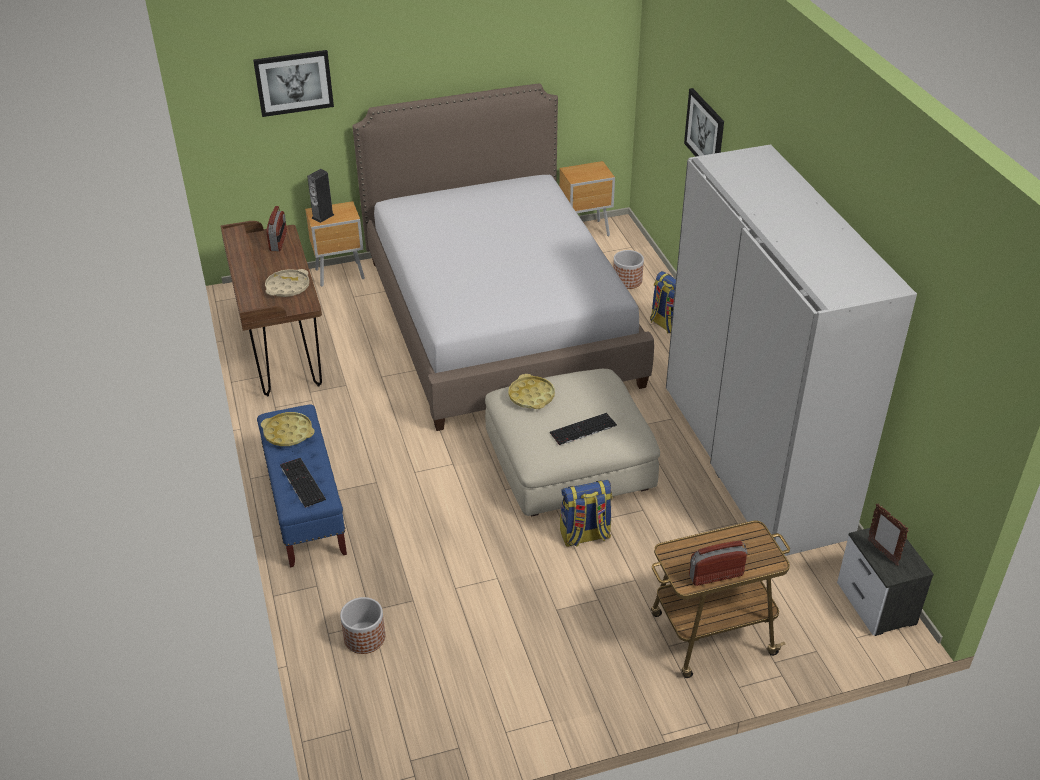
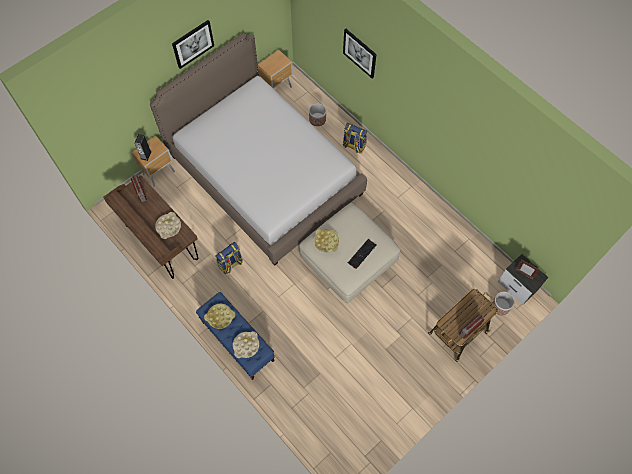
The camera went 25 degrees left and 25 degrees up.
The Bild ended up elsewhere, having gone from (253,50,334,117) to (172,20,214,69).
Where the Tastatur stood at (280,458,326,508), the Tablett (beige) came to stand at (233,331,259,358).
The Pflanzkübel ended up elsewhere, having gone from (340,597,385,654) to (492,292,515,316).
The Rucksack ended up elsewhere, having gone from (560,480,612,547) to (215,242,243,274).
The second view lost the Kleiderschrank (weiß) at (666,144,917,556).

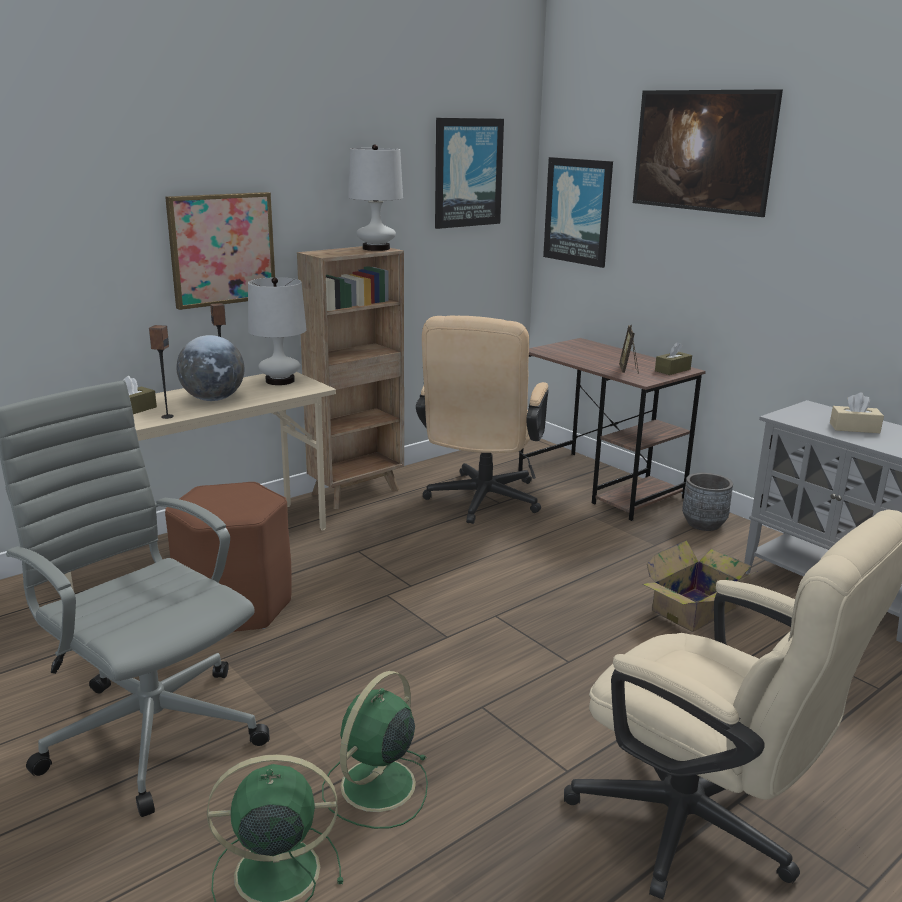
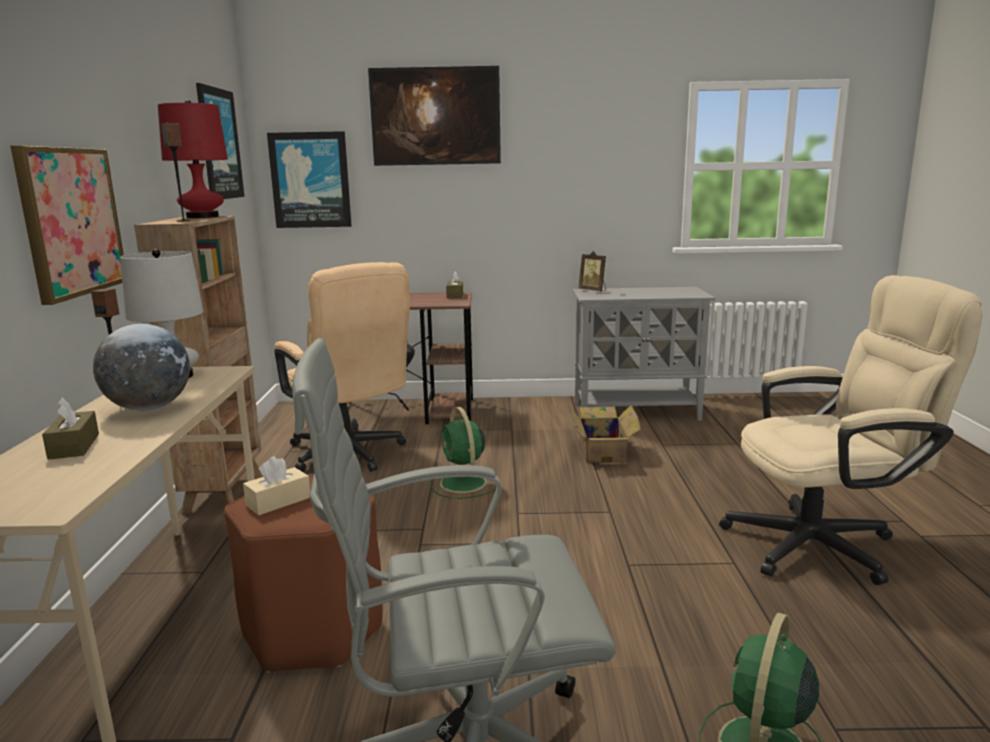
The camera went 50 degrees left and 5 degrees down.
The Lautsprecher ended up elsewhere, having gone from (149,325,174,419) to (161,123,190,222).
The Ventilator (grün) ended up elsewhere, having gone from (322,671,428,829) to (430,407,496,499).
What was the Tischlampe (weiß) at (348,144,403,251) turned into the Tischlampe (rot) at (158,100,228,218).
The Bilderrahmen ended up elsewhere, having gone from (619,324,639,374) to (579,251,606,291).
The second view lost the Pflanzkübel (grau) at (682,472,733,531).
The Taschentuchbox (beige) ended up elsewhere, having gone from (830,393,884,433) to (243,456,310,515).

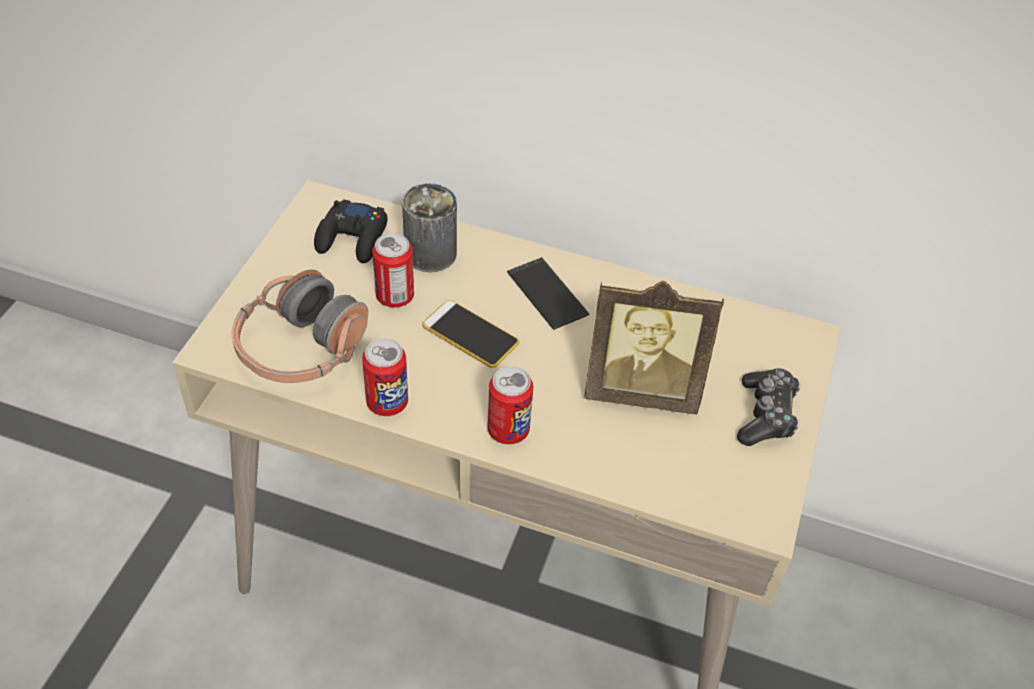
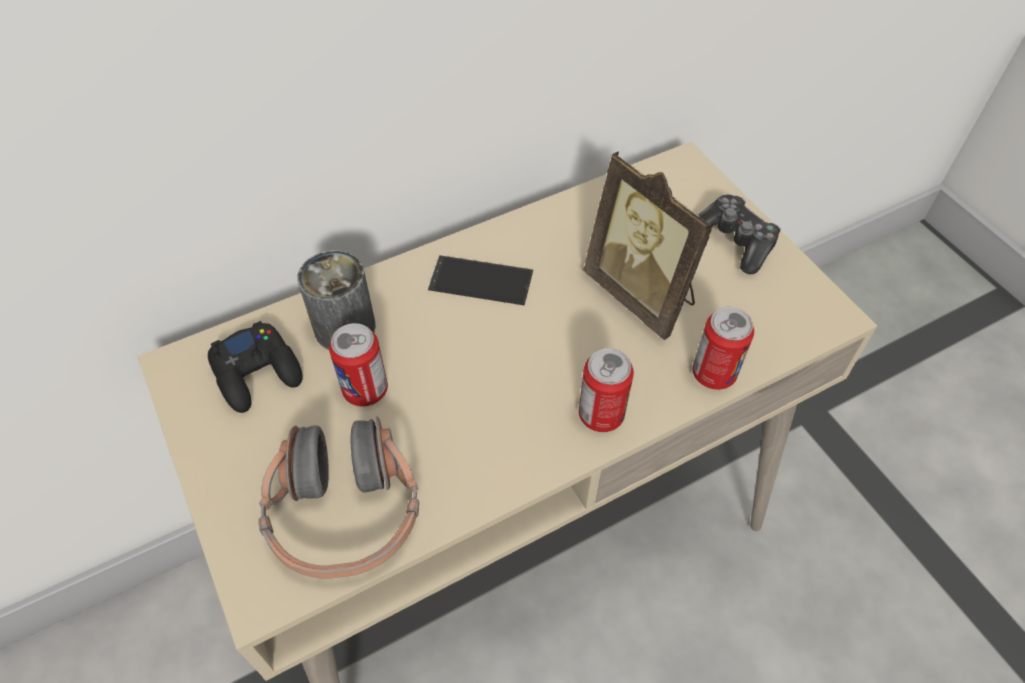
The camera went 45 degrees left and 5 degrees up.
The Dose ended up elsewhere, having gone from (362,338,408,416) to (692,307,754,390).
The second view lost the Handy at (422,300,519,368).
The Bilderrahmen at (584,281,724,414) ended up facing another way, 90 degrees clockwise from before.

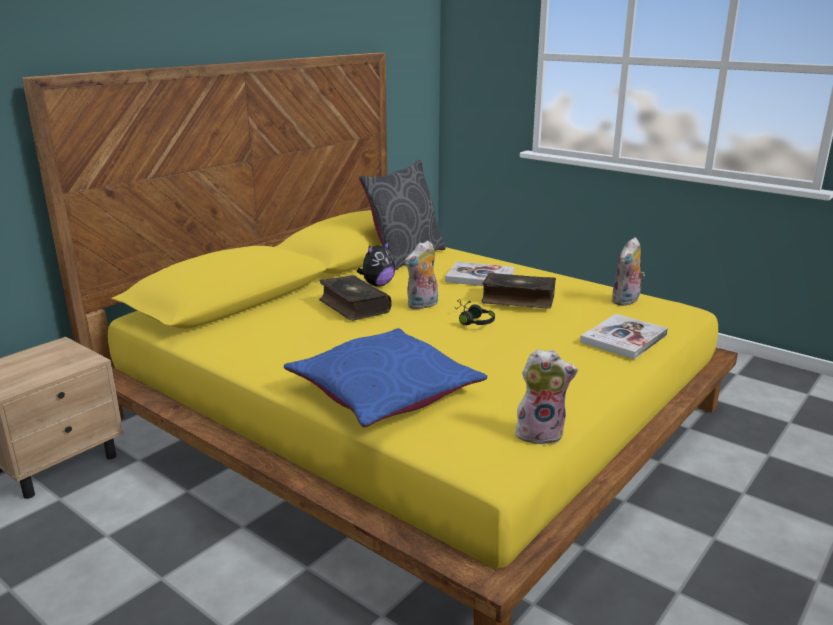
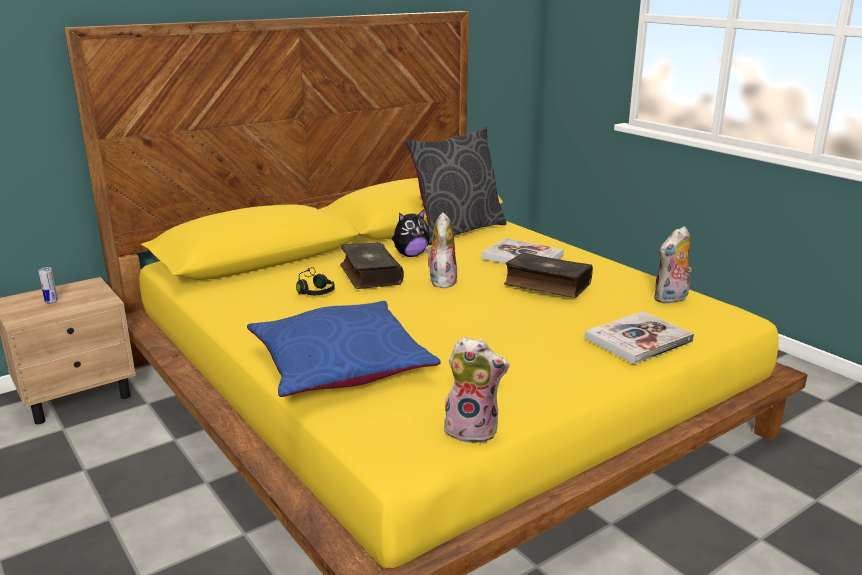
The camera went 15 degrees right and 0 degrees up.
The Plüschtier at (405,240,438,309) ended up facing another way, 120 degrees clockwise from before.
The Kopfhörer (schwarz) ended up elsewhere, having gone from (455,299,495,325) to (296,267,335,295).
The second view gained the Dose at (38,267,58,304).

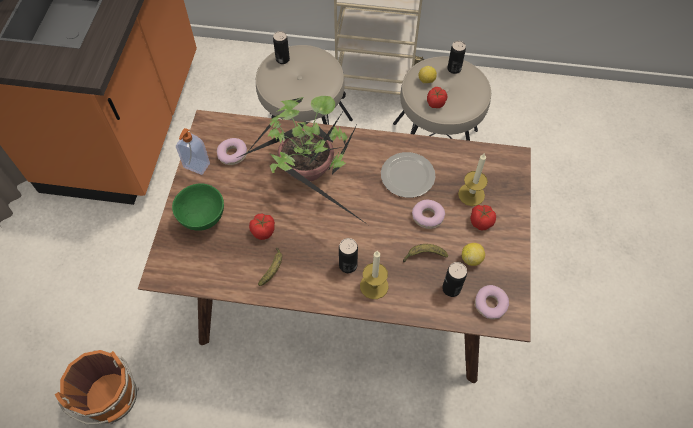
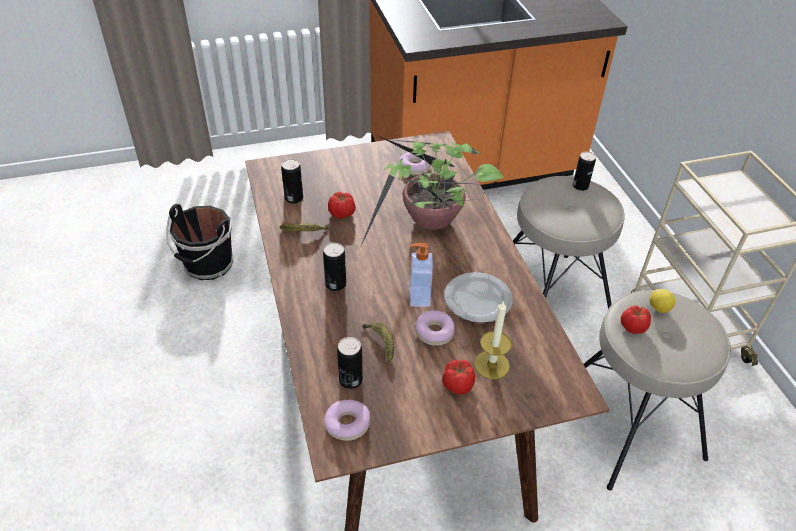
The camera went 65 degrees right and 15 degrees down.
What was the Eimer (orange) at (55,350,139,425) turned into the Eimer (schwarz) at (166,204,233,280).
The second view lost the Schüssel (grün) at (172,184,224,231).
The Seifenspender ended up elsewhere, having gone from (176,128,210,175) to (410,243,433,307).
The second view lost the Kerze at (360,251,388,299).
The Dose ended up elsewhere, having gone from (447,41,466,74) to (281,159,303,204).
The second view lost the Zitrone at (462,243,485,266).

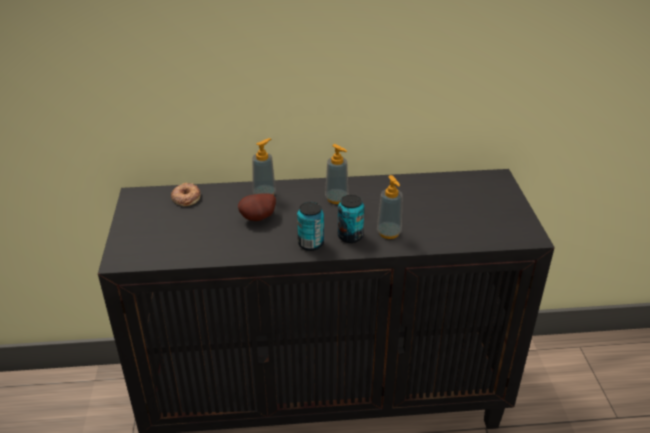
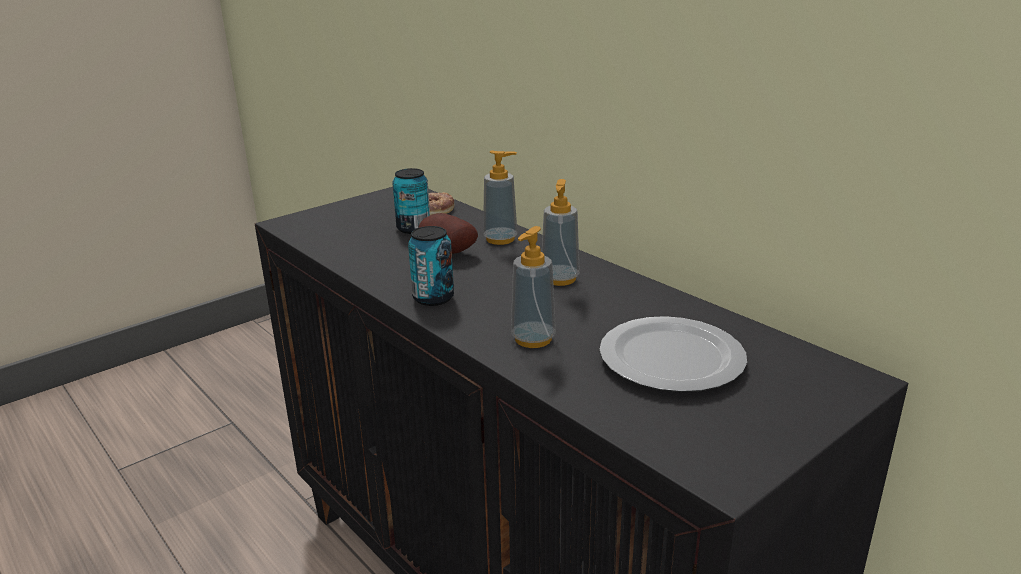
The camera went 55 degrees right and 10 degrees down.
The Dose ended up elsewhere, having gone from (338,195,365,243) to (392,168,430,234).
The second view gained the Teller at (600,316,747,392).

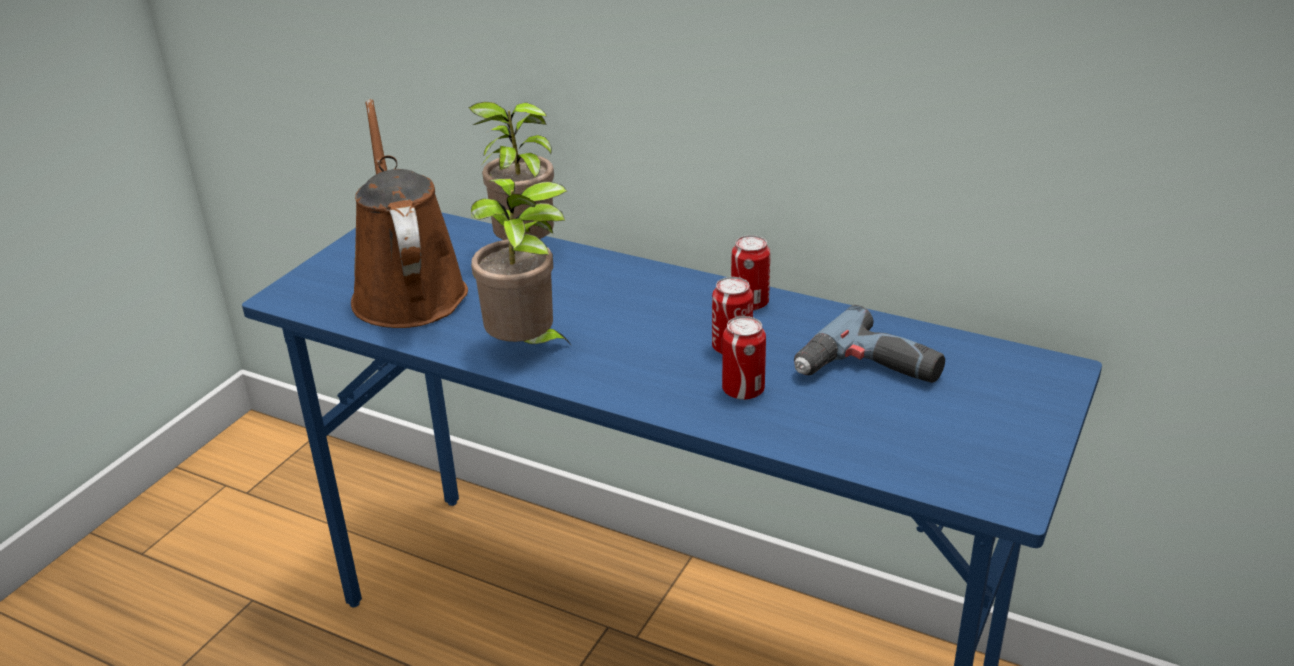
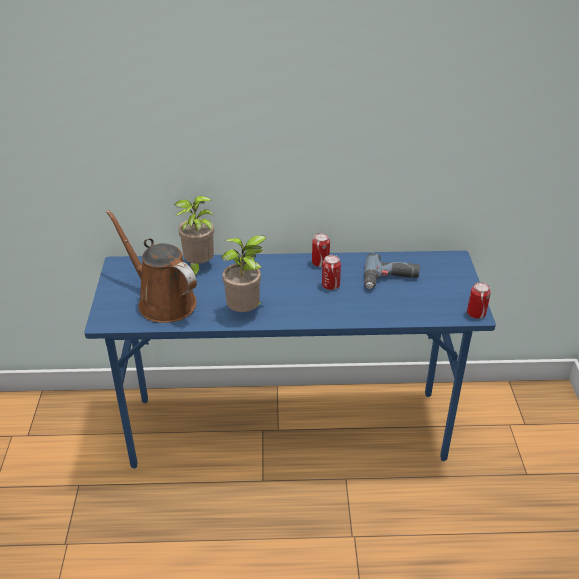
The camera went 30 degrees left and 5 degrees up.
The Dose ended up elsewhere, having gone from (722,316,766,400) to (467,282,491,319).

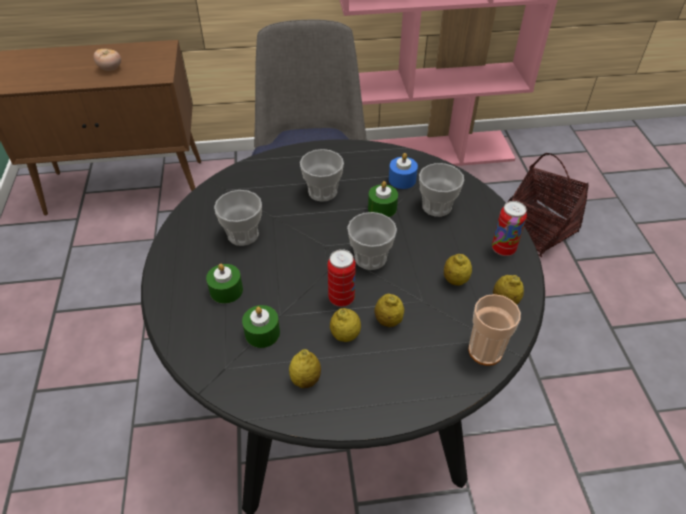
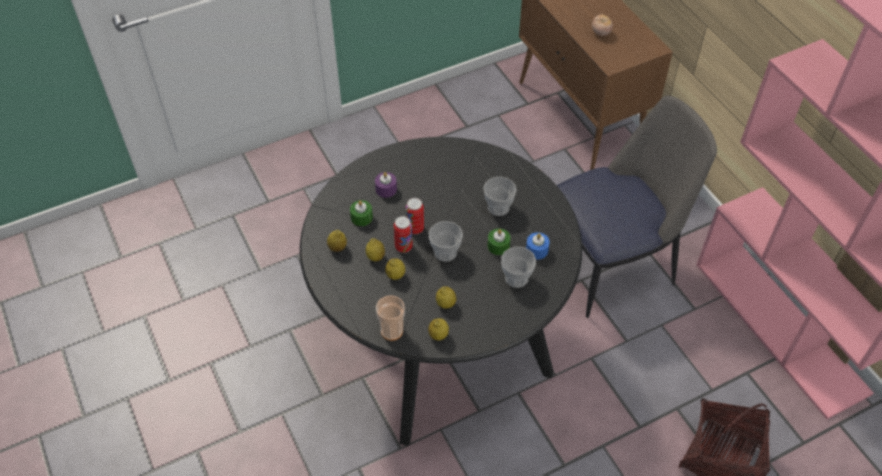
The camera went 70 degrees right and 5 degrees up.
What was the Kerze (grün) at (206,264,243,304) turned into the Kerze (lila) at (375,172,397,198).
The second view lost the Tasse at (214,190,262,246).
The Dose ended up elsewhere, having gone from (492,201,527,256) to (406,198,424,234).

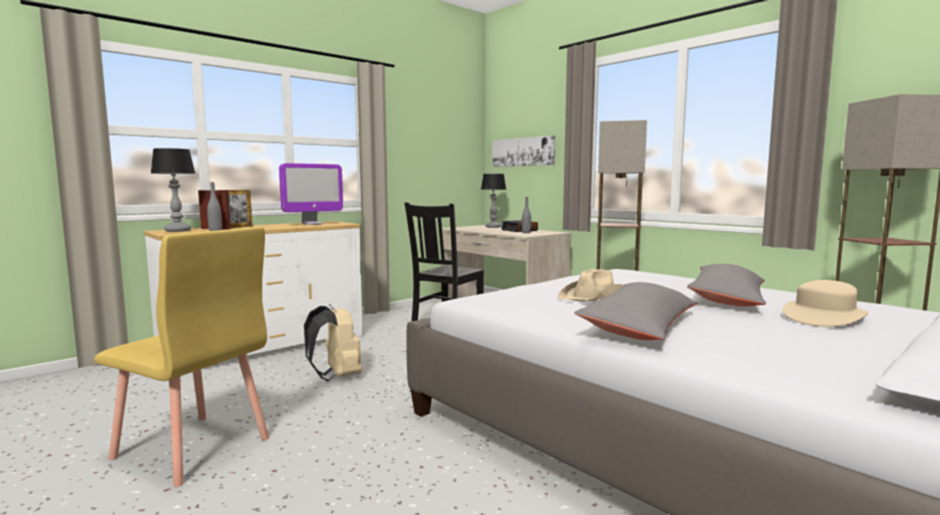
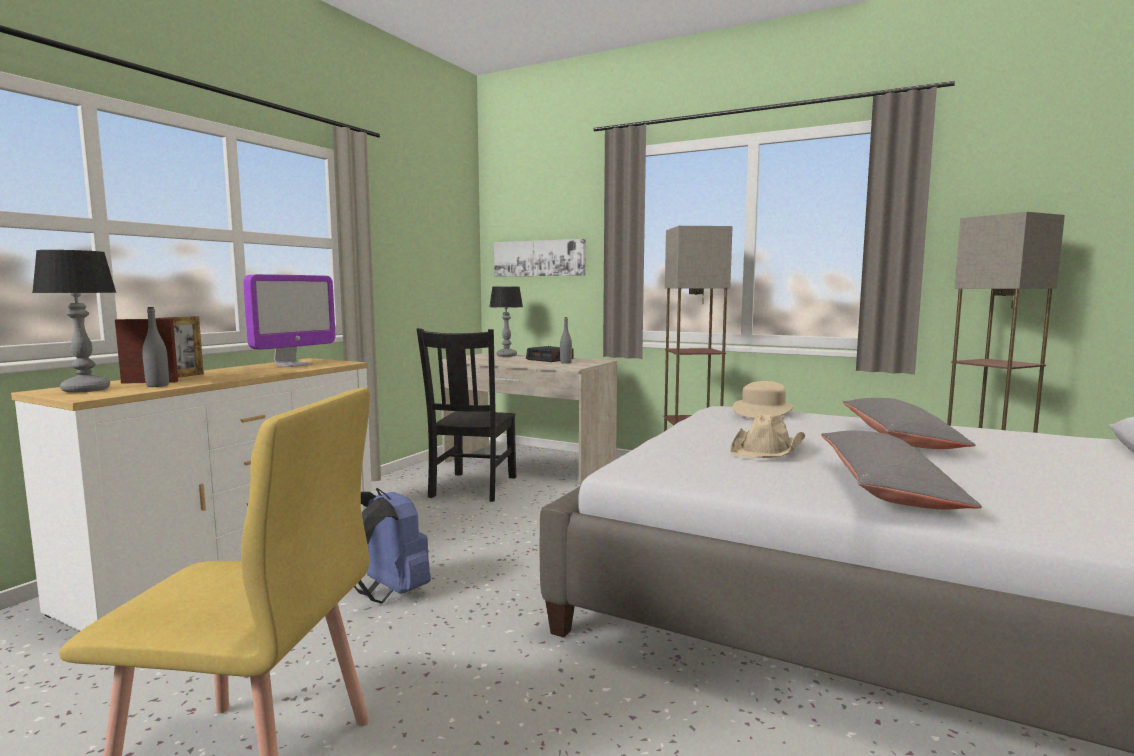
The camera went 20 degrees left and 0 degrees up.
What was the Rucksack (beige) at (304,304,362,381) turned into the Rucksack (blau) at (354,488,431,603).
The Hut (beige) ended up elsewhere, having gone from (783,280,868,327) to (733,381,794,419).

